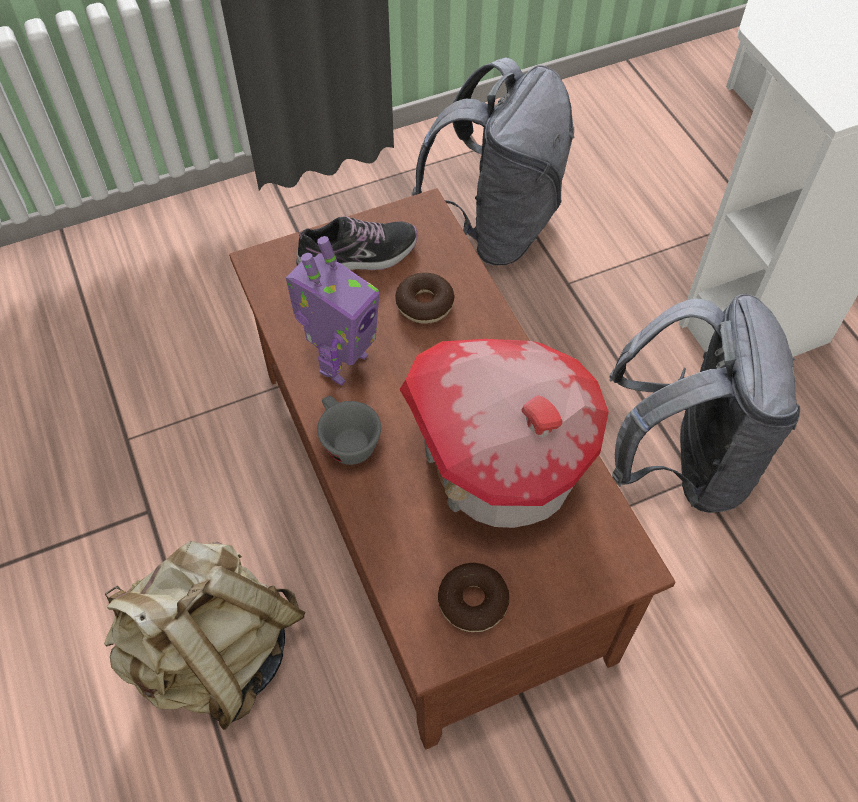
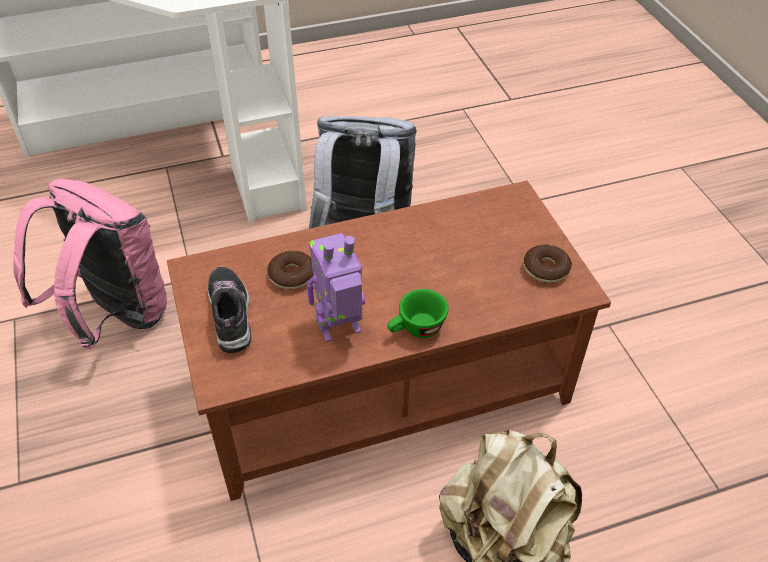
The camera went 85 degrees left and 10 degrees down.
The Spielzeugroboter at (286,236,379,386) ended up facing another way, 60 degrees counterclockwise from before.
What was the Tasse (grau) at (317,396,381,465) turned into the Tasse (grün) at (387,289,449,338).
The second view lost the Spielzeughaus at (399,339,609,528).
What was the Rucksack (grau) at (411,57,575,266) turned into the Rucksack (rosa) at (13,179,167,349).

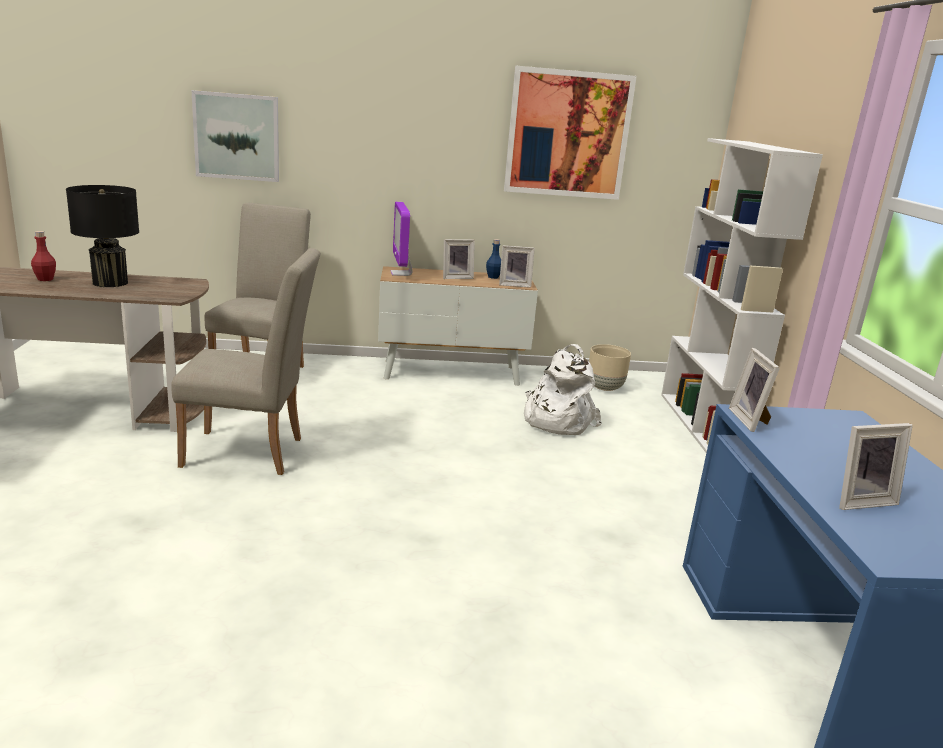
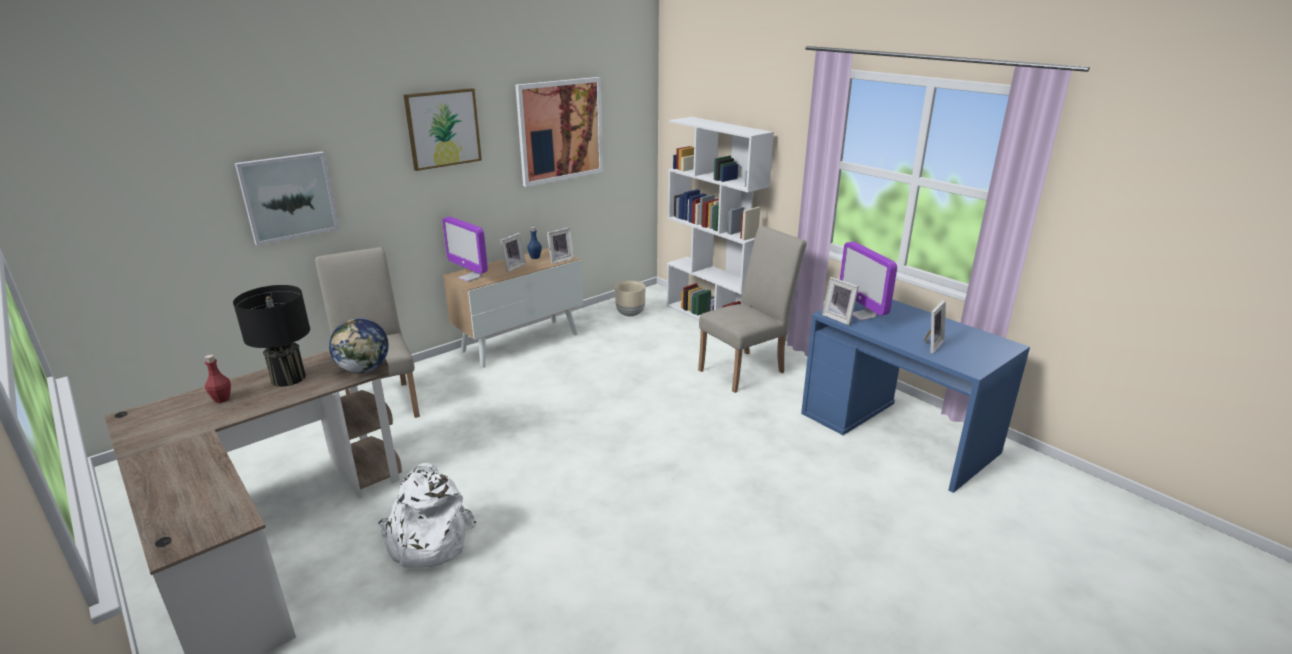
The camera went 35 degrees left and 5 degrees up.
The Stuhl (beige) ended up elsewhere, having gone from (171,248,321,475) to (698,226,807,393).
The Rucksack (weiß) ended up elsewhere, having gone from (524,344,602,435) to (378,463,477,568).
The second view gained the Globus at (329,318,389,373).
The second view gained the Bild at (404,88,482,171).
The second view gained the Monitor at (840,241,897,321).

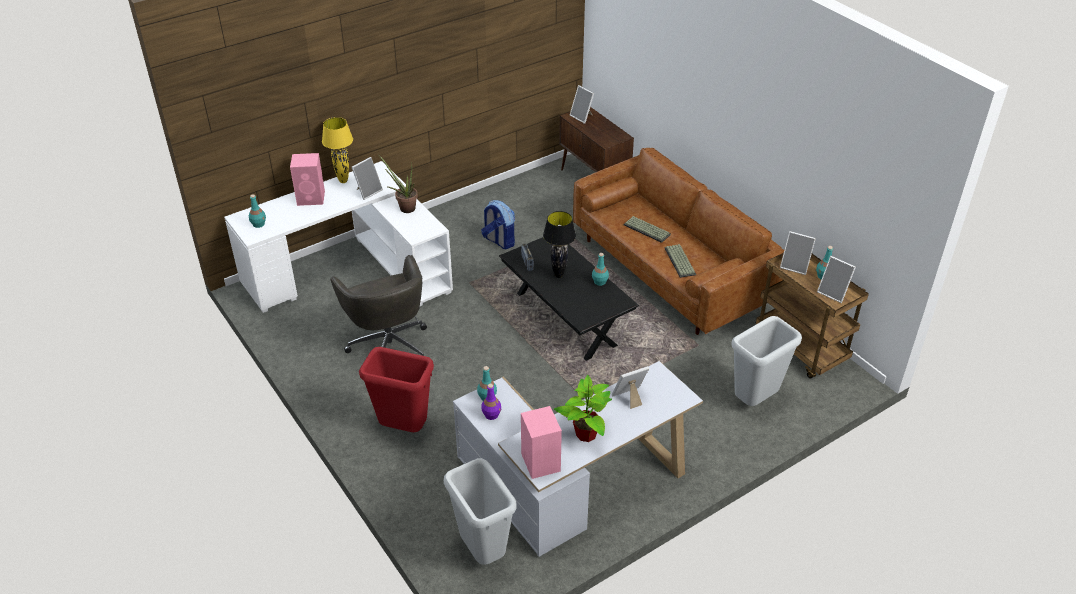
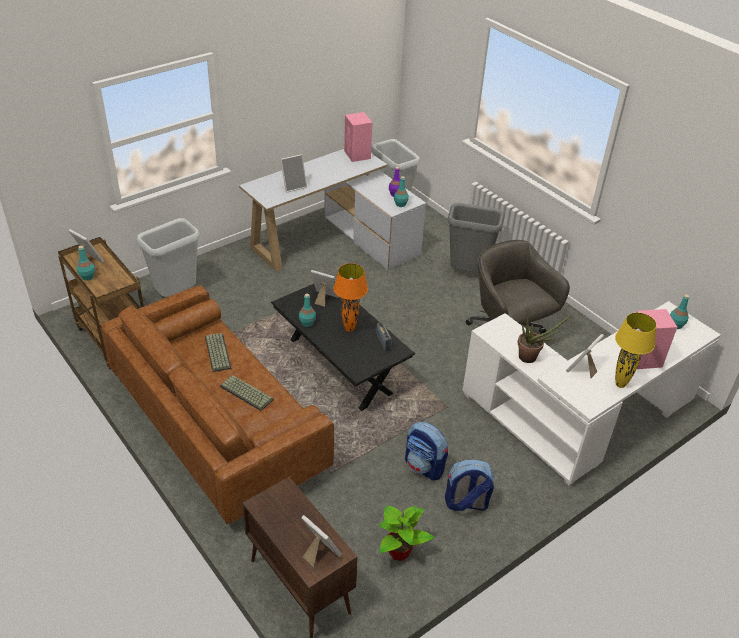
The camera went 175 degrees right and 0 degrees up.
What was the Mülleimer (rot) at (359,347,434,432) turned into the Mülleimer (grau) at (447,203,504,273).
What was the Tischlampe (schwarz) at (543,211,576,278) turned into the Tischlampe (orange) at (334,263,368,332).
The Topfpflanze ended up elsewhere, having gone from (554,375,612,442) to (379,505,435,561).
The Bilderrahmen ended up elsewhere, having gone from (780,231,816,275) to (311,270,339,307).
The second view gained the Rucksack at (445,459,495,511).

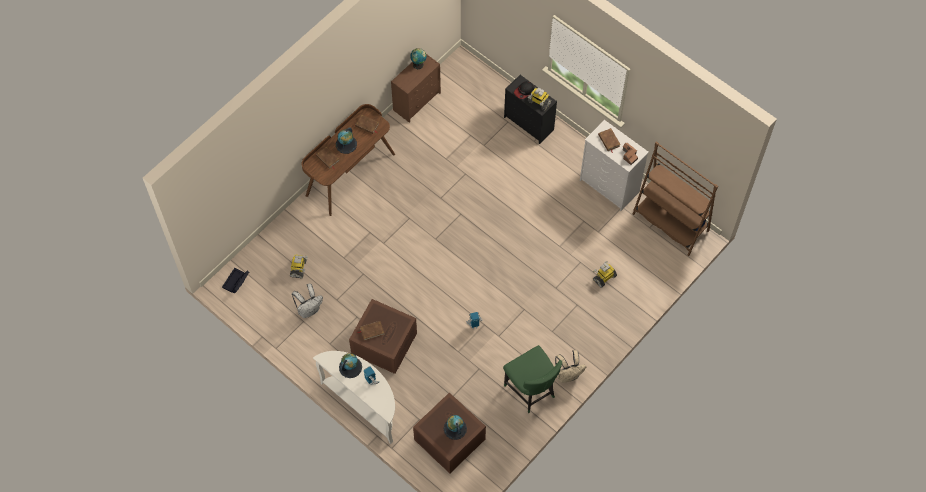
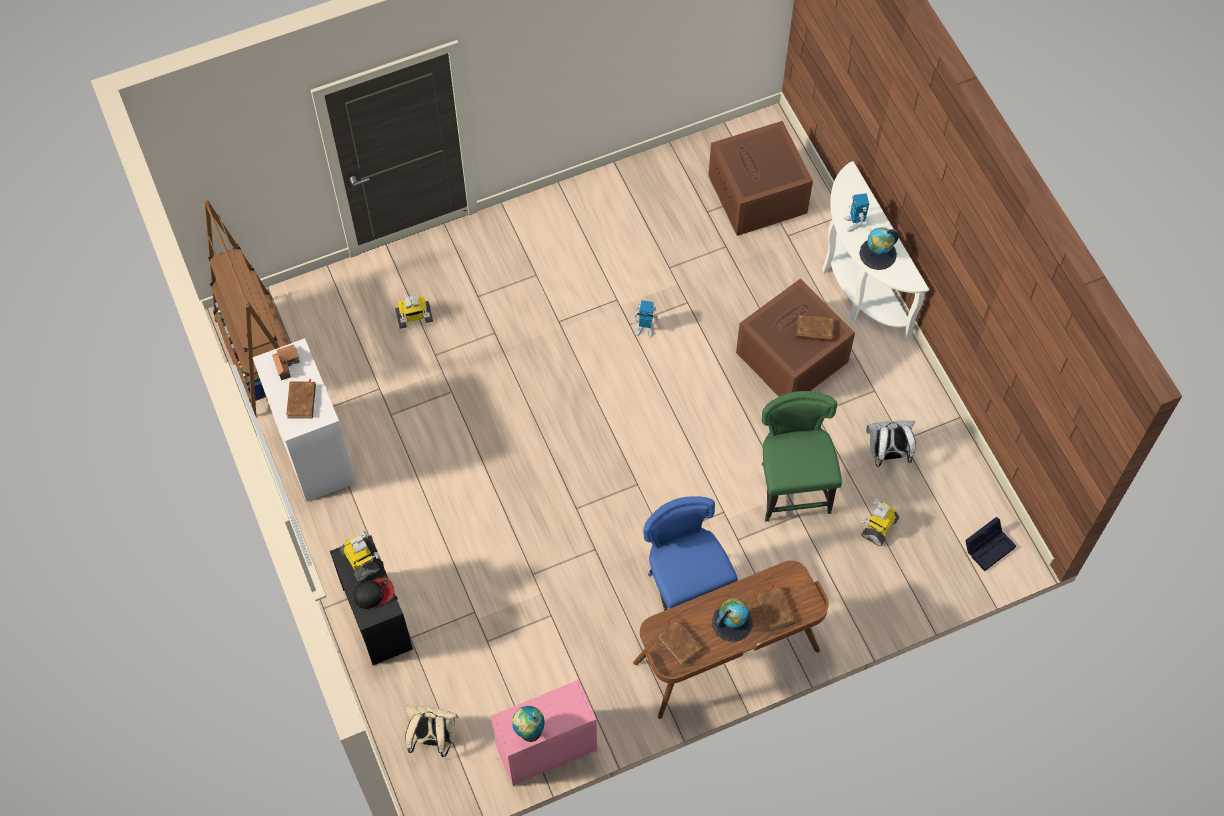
The camera went 155 degrees left and 0 degrees up.
What was the Kommode (braun) at (391,54,441,123) turned into the Kommode (rosa) at (491,679,597,786).
The second view lost the Globus at (444,415,467,440).
The Stuhl (grün) ended up elsewhere, having gone from (503,345,562,413) to (762,391,842,522).
The Rucksack (beige) ended up elsewhere, having gone from (555,350,586,383) to (405,706,458,757).
The second view gained the Stuhl (blau) at (643,496,738,611).

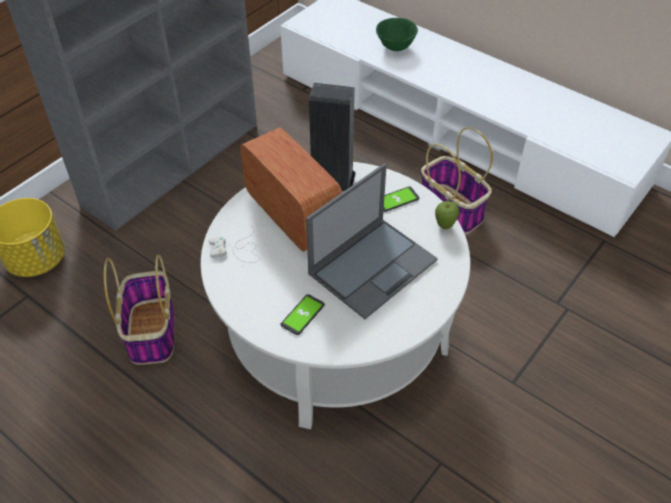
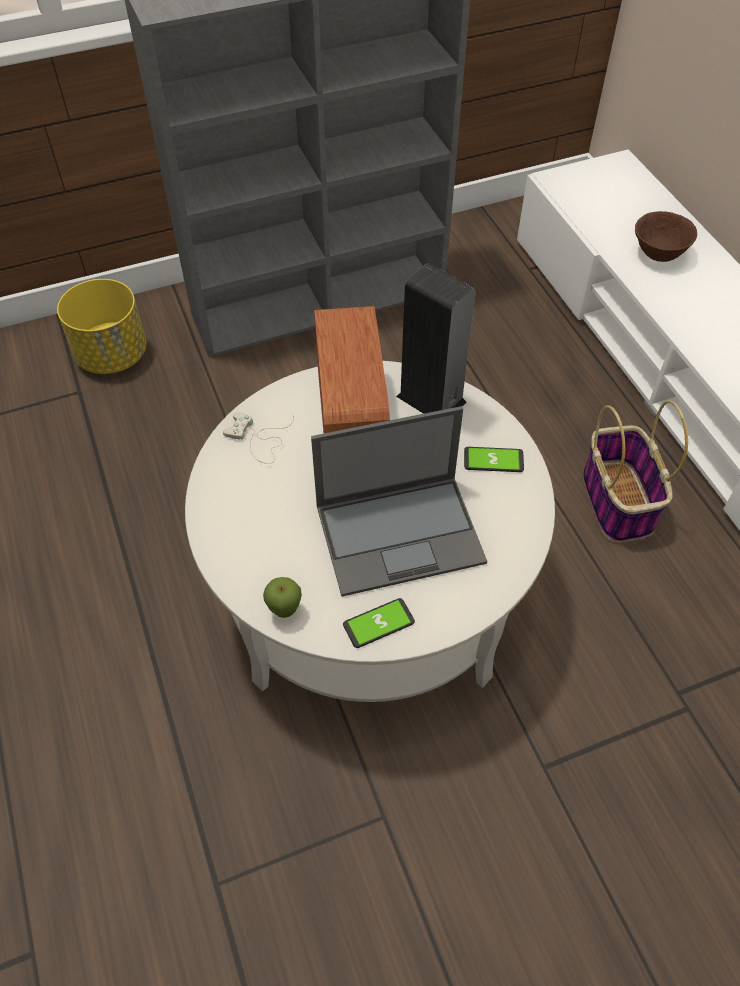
The camera went 30 degrees right and 5 degrees up.
The second view lost the Korb at (104,254,174,365).
The Handy ended up elsewhere, having gone from (281,294,325,335) to (343,598,415,648).
What was the Schüssel (grün) at (376,18,418,51) turned into the Schüssel (braun) at (635,211,697,262).
The Apfel ended up elsewhere, having gone from (435,201,459,230) to (263,577,302,618).

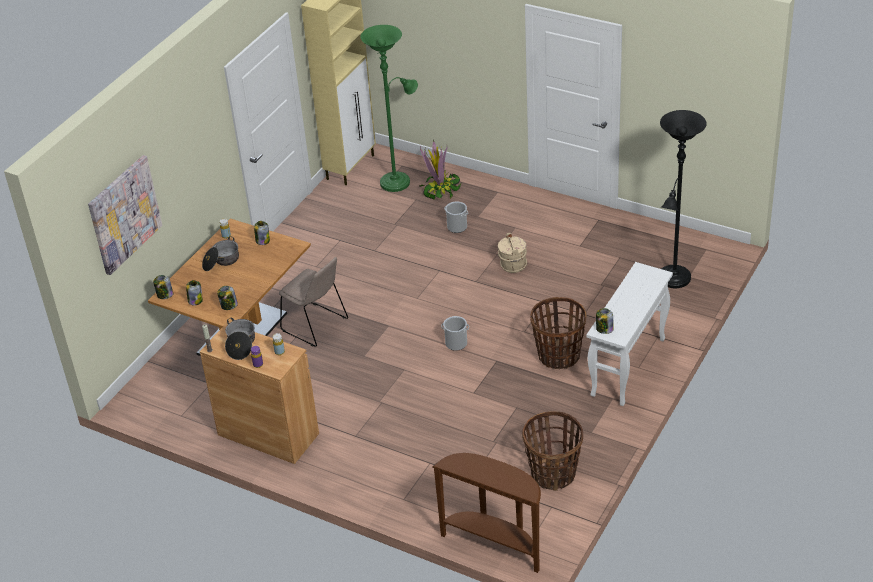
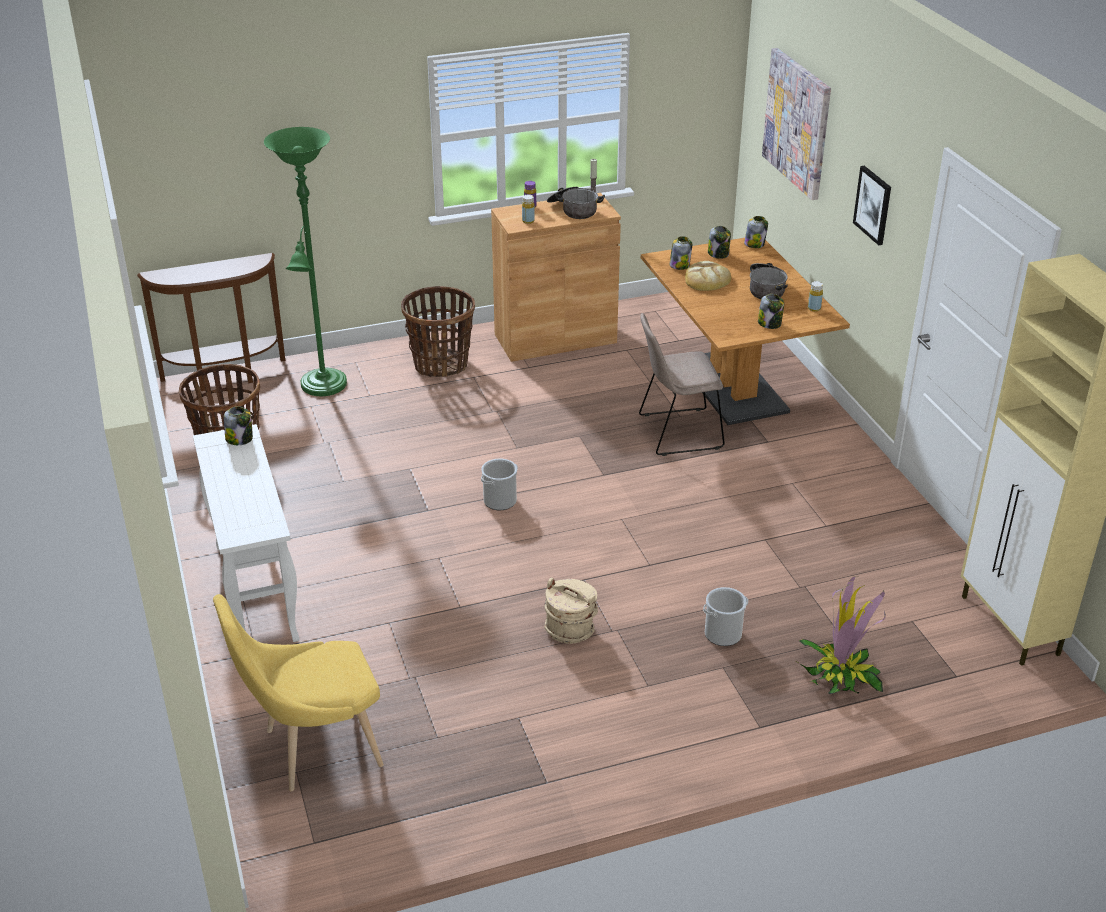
The camera went 130 degrees right and 5 degrees down.
The Stehlampe (grün) ended up elsewhere, having gone from (361,25,418,192) to (264,127,347,396).
The Korb ended up elsewhere, having gone from (530,297,587,369) to (401,286,475,377).
Where the Stehlampe (schwarz) stood at (660,110,707,288), the Stuhl (gelb) came to stand at (213,594,384,791).
The second view gained the Brot at (685,261,731,291).
The second view gained the Bild at (853,166,891,246).

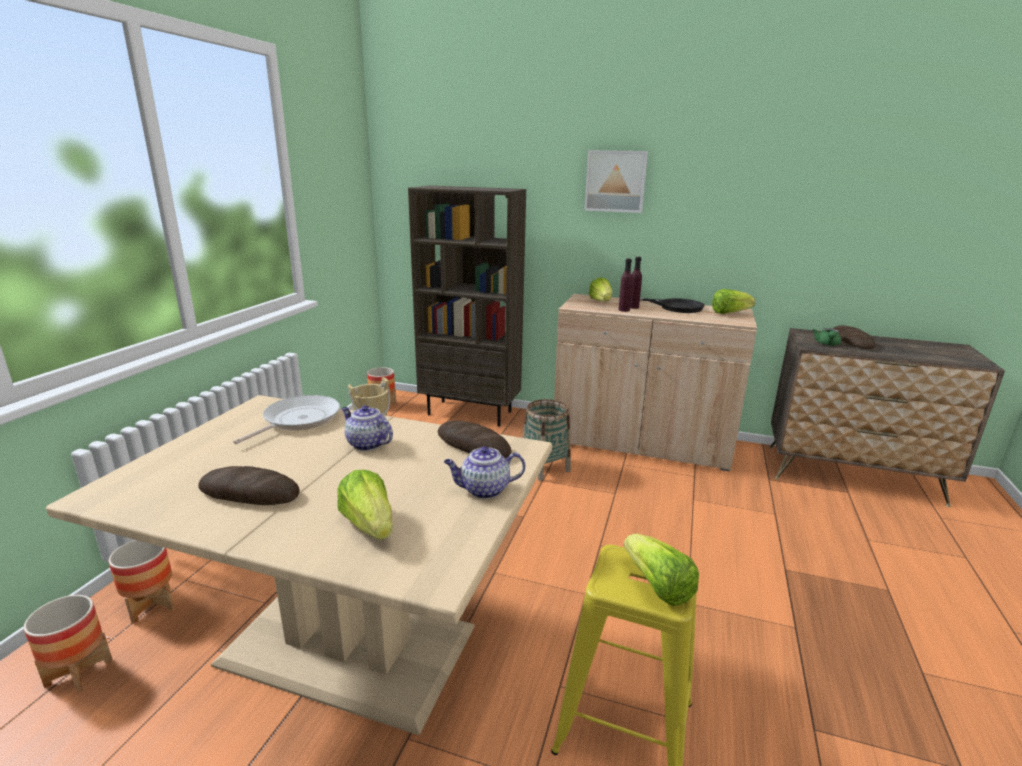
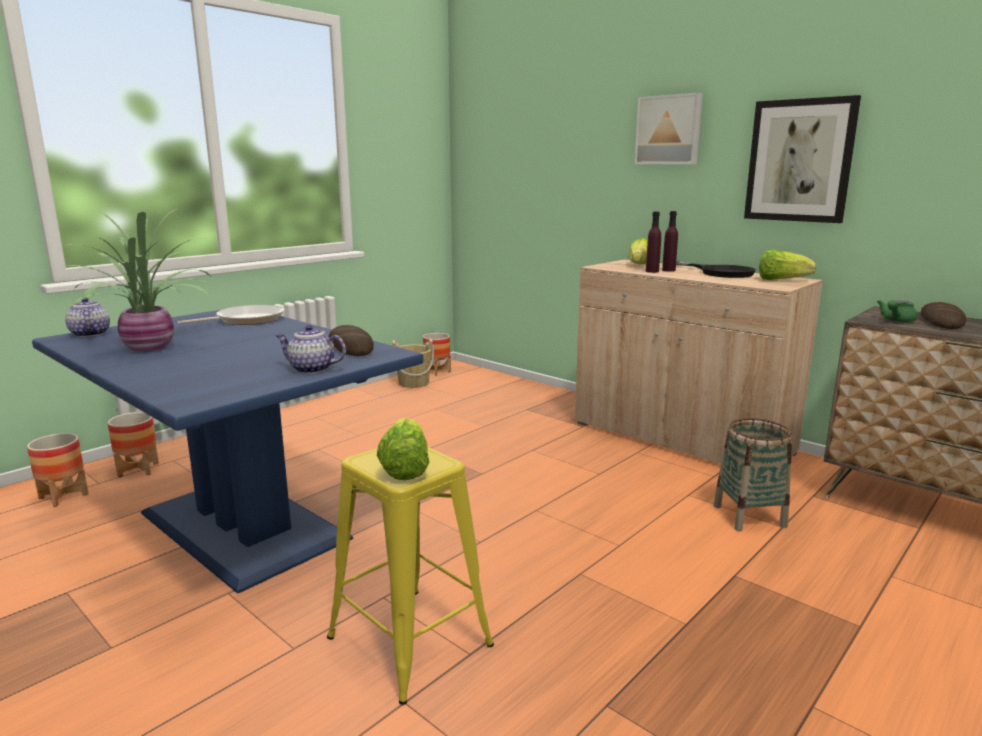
The camera went 25 degrees right and 5 degrees down.
What was the Esstisch (beige) at (46,395,552,735) turned into the Esstisch (blau) at (32,310,424,594).
Where the Brot stood at (198,466,300,505), the Topfpflanze came to stand at (64,209,210,352).
The second view lost the Salatkopf at (337,470,393,540).
The Teekanne ended up elsewhere, having gone from (341,405,393,451) to (65,298,110,337).
The second view lost the Bücherregal (braun) at (408,186,526,427).
The Korb ended up elsewhere, having gone from (523,399,571,481) to (714,418,792,531).
The second view gained the Bild at (744,95,861,223).

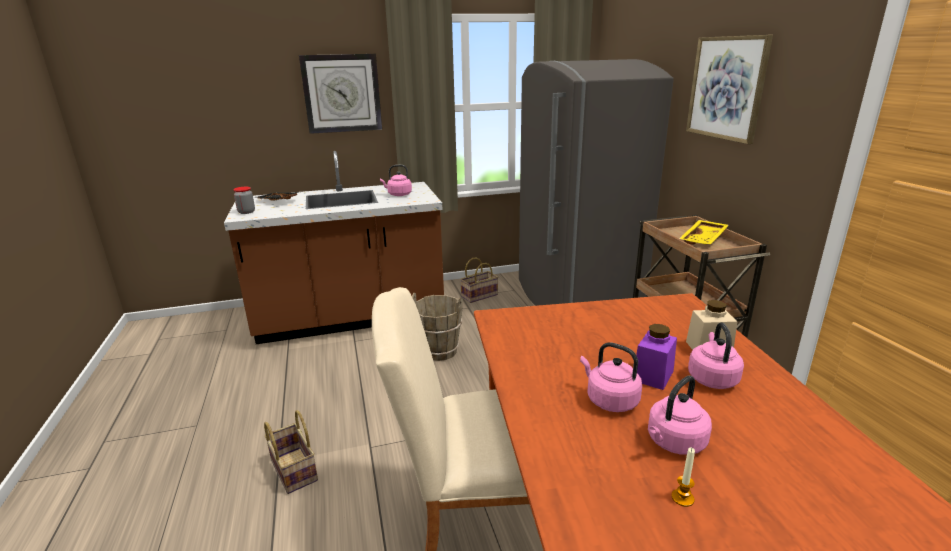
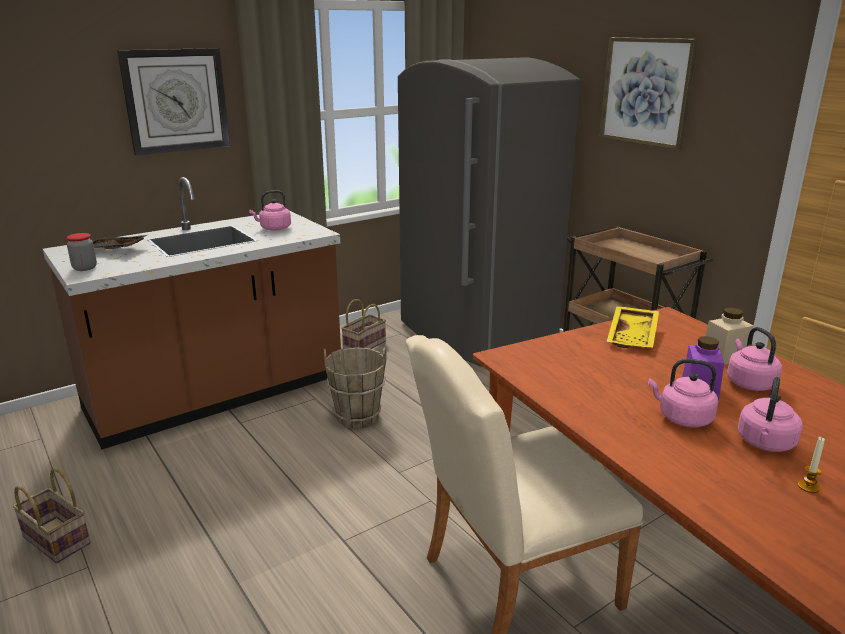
The camera went 20 degrees left and 0 degrees up.
The Korb ended up elsewhere, having gone from (264,410,318,494) to (13,468,91,563).
The Tablett (gelb) ended up elsewhere, having gone from (679,220,729,245) to (607,306,659,348).

